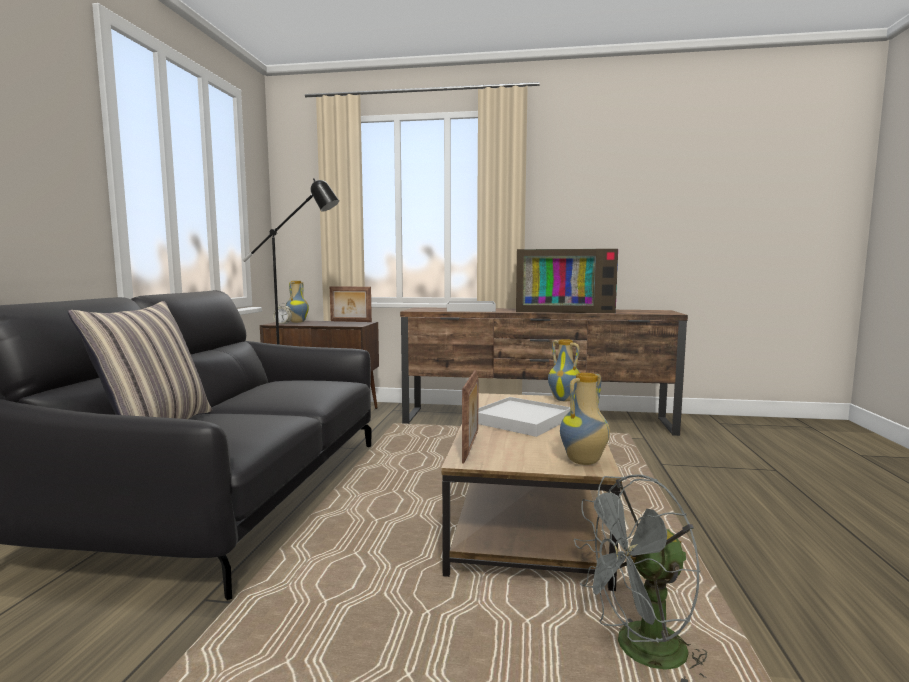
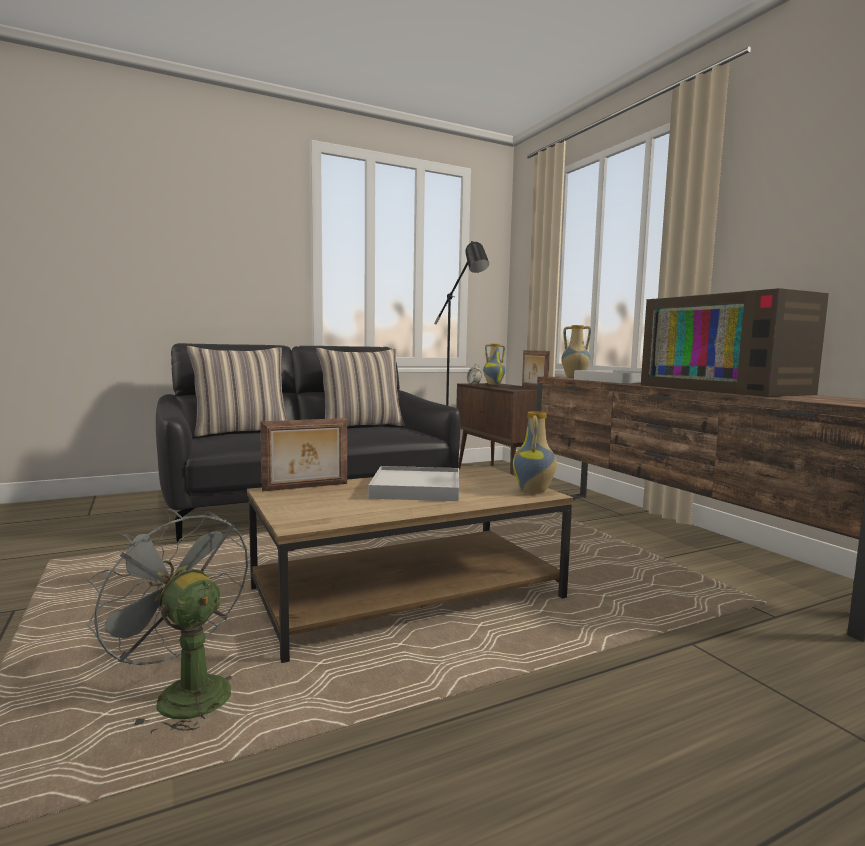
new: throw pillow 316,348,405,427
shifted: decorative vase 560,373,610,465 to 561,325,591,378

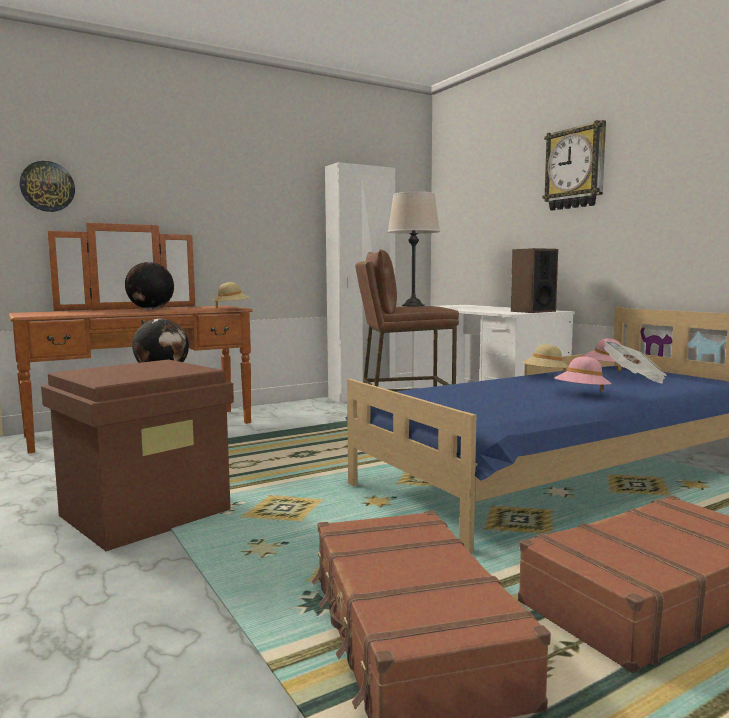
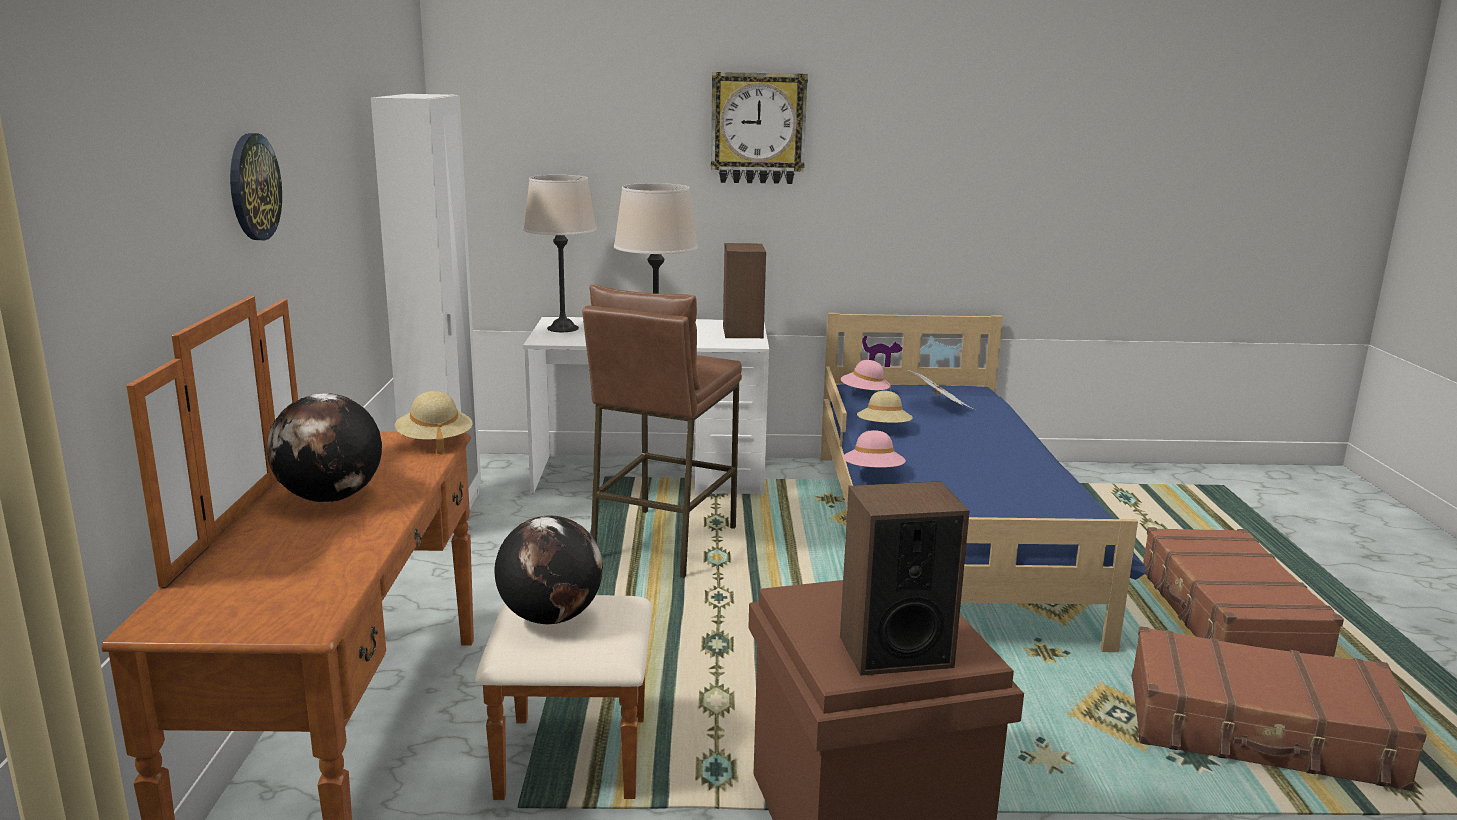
new: tabletop lamp in beige-coloured 523,175,597,332; speaker 840,481,970,676
shifted: wall clock 20,161,75,212 to 230,133,282,240; hat in pinkish 554,356,612,392 to 843,430,906,468

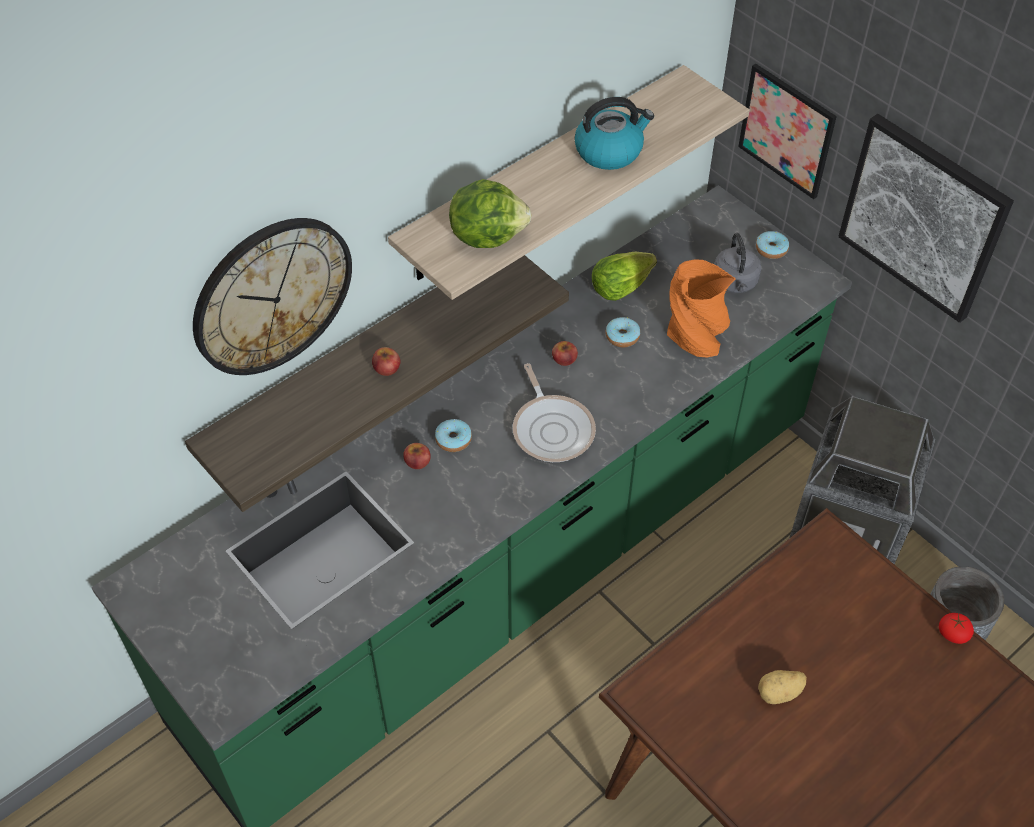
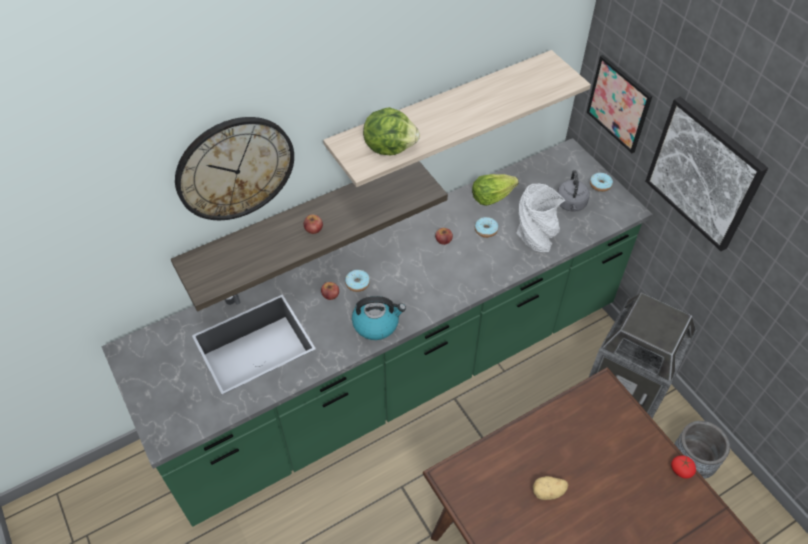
gone: pan 513,363,596,462
shifted: water kettle 574,97,654,170 to 352,296,406,340
repainted: decorative vase in orange-coloured 667,259,736,357 to decorative vase in gray 517,184,565,252

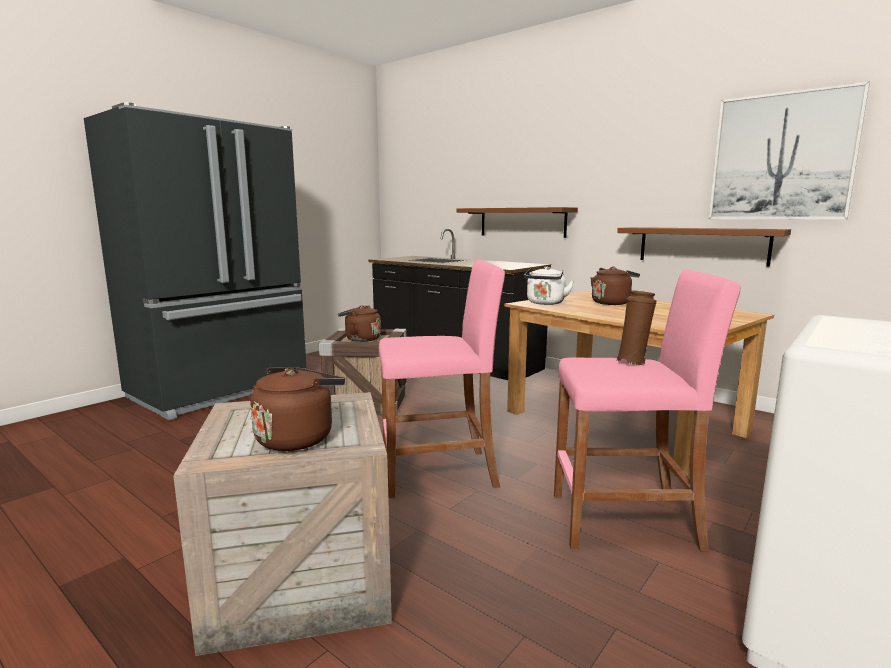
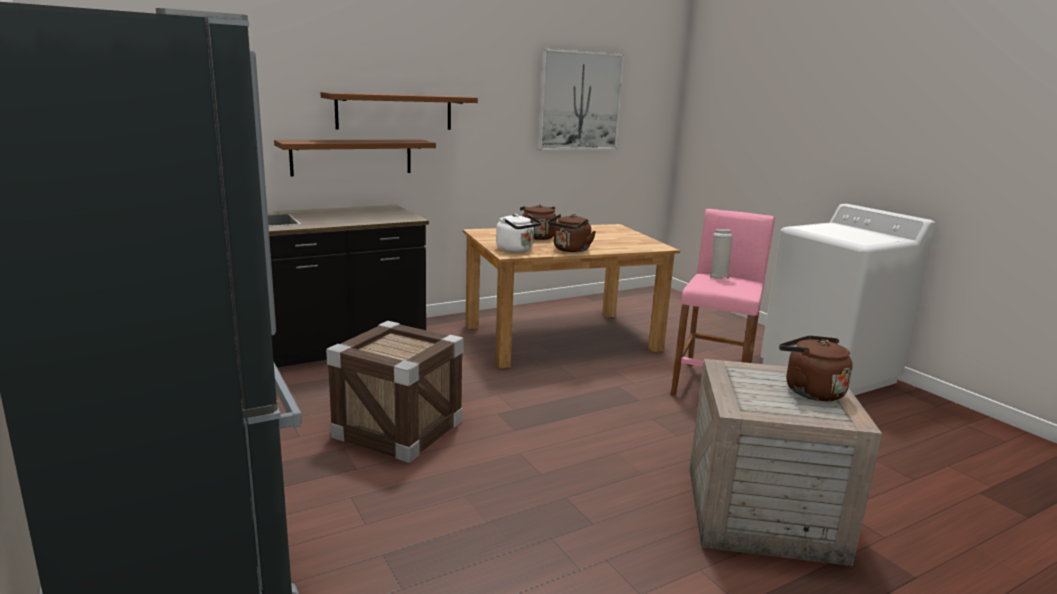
gone: stool seat in pinkish 379,260,505,498
shifted: shelf in brownish 617,227,791,266 to 320,92,478,130; water kettle in brownish 338,305,381,342 to 548,214,596,253
repainted: decorative vase in brownish 616,290,657,365 to decorative vase in whitish 710,229,733,279

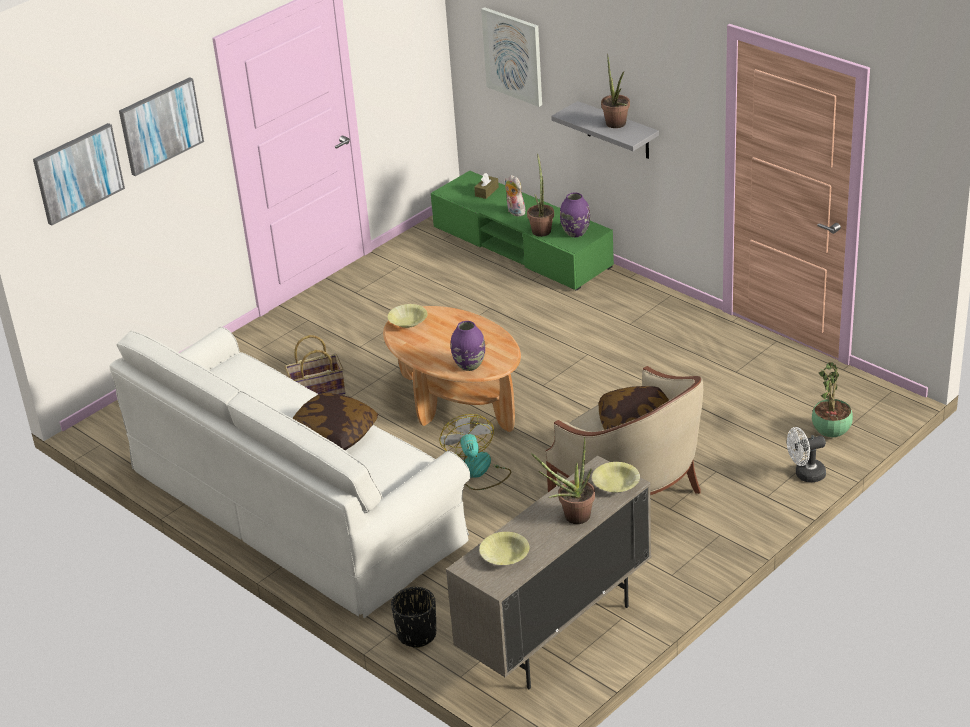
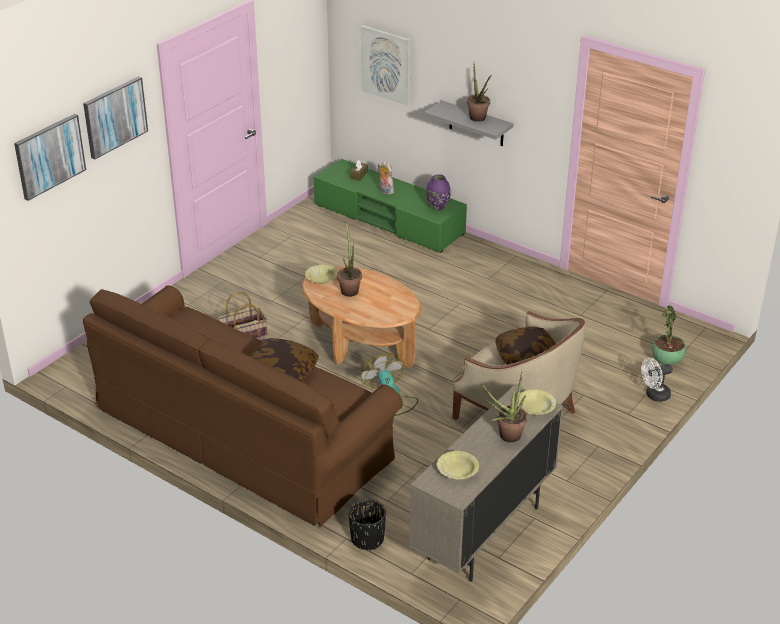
gone: decorative vase in purple 451,321,485,371
shifted: potted plant 527,153,554,237 to 337,222,362,297
repainted: couch in whitish 109,327,470,618 to couch in brownish 83,285,403,527

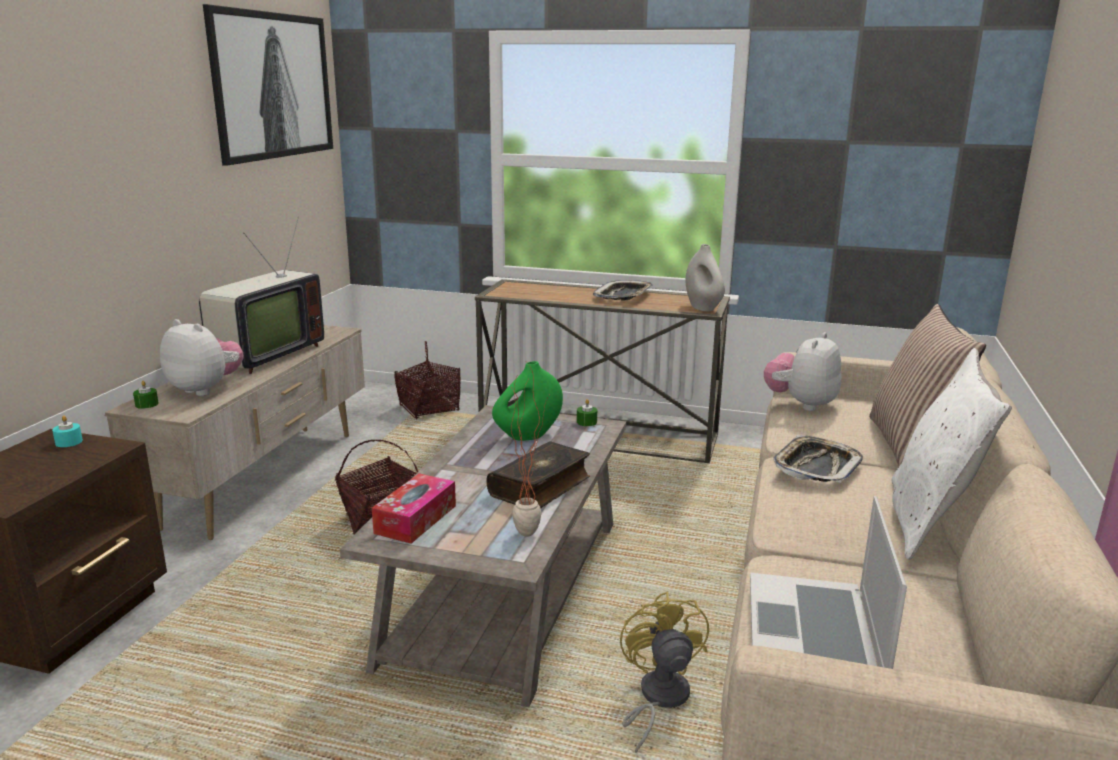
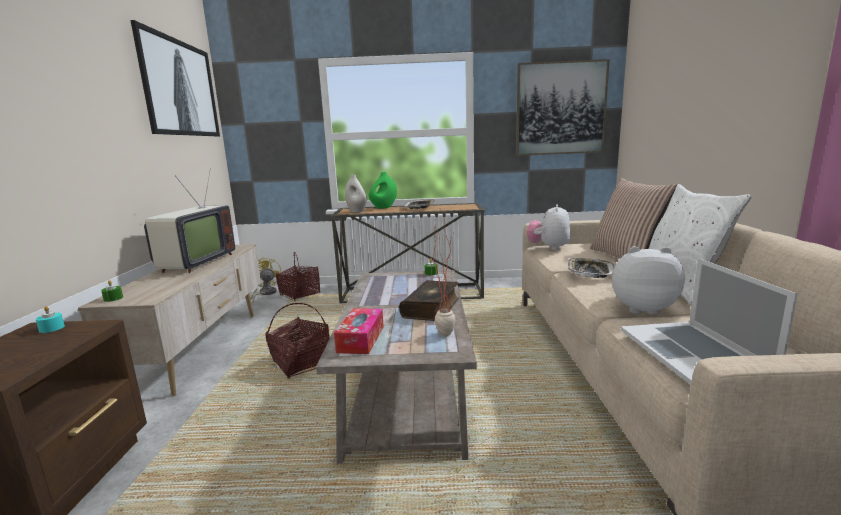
new: picture 516,59,610,156
shifted: decorative vase in whitish 686,244,725,311 to 345,175,367,213; soft toy 160,319,244,396 to 612,246,685,315; decorative vase in green 492,361,563,441 to 369,172,397,209; fan in yellow-coloured 620,592,709,753 to 250,257,281,302

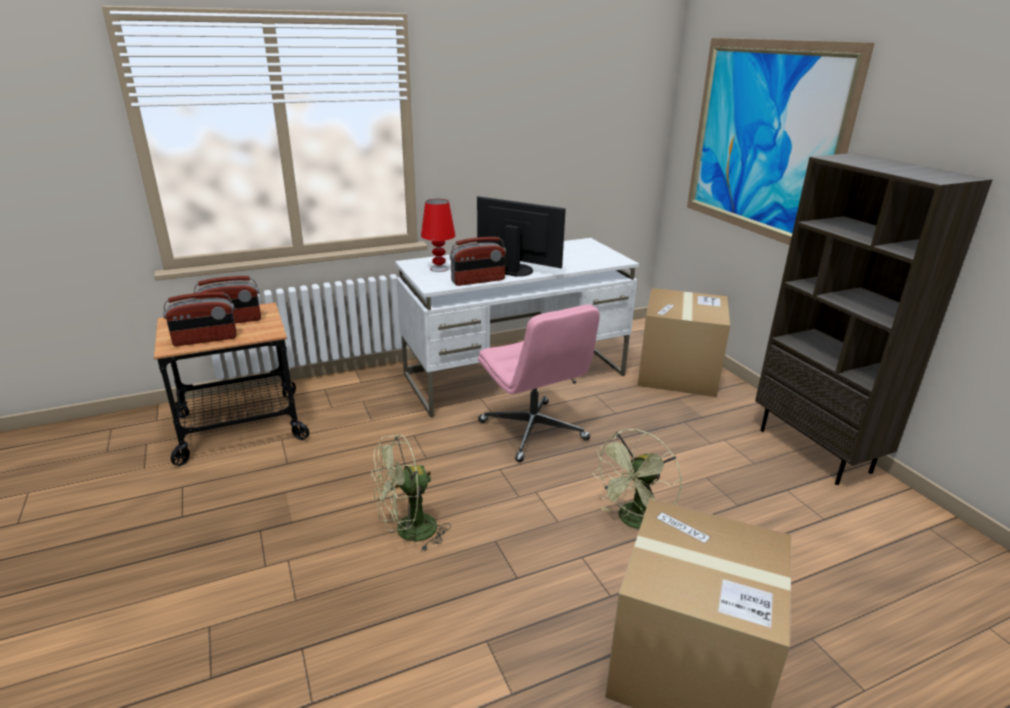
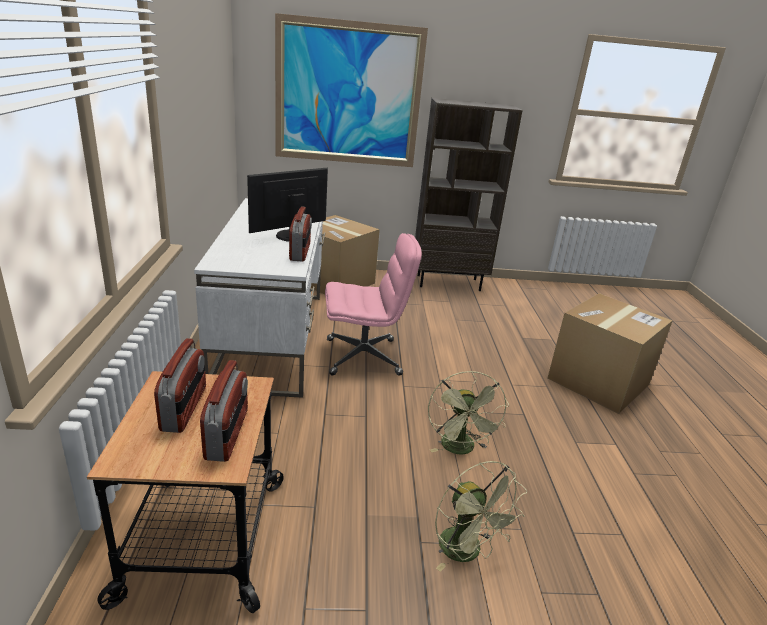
gone: tabletop lamp in red 421,199,456,272
shifted: fan in green 592,429,682,529 to 435,461,527,572

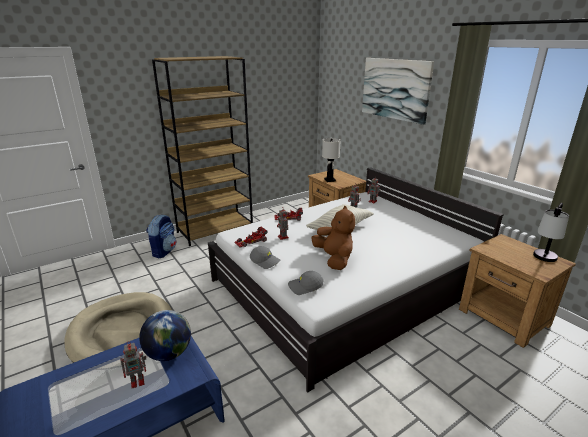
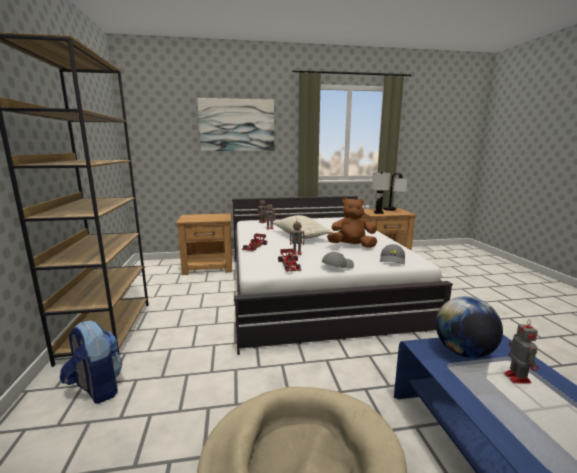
shifted: tabletop lamp in whitish 322,138,341,182 to 372,172,390,214

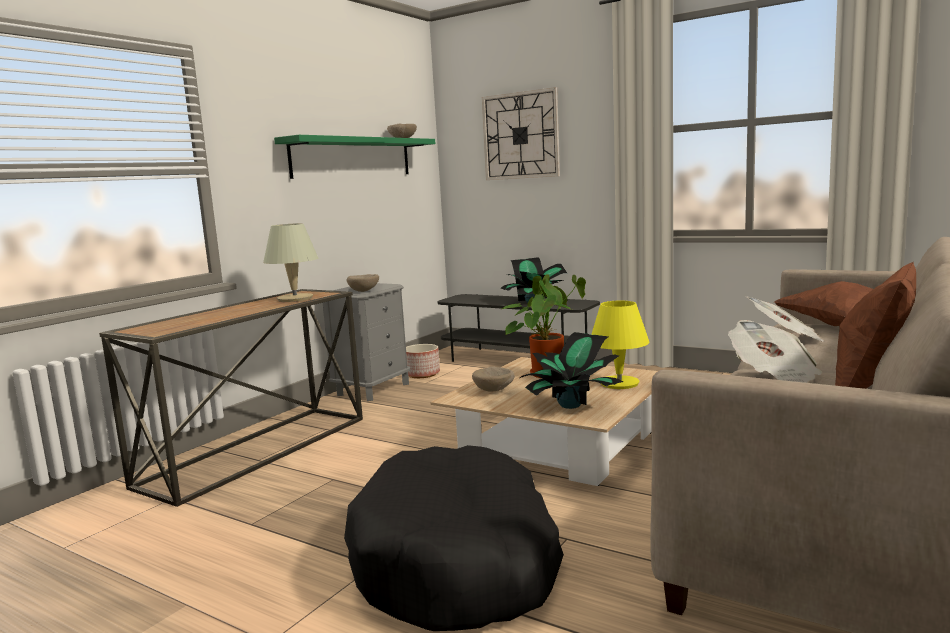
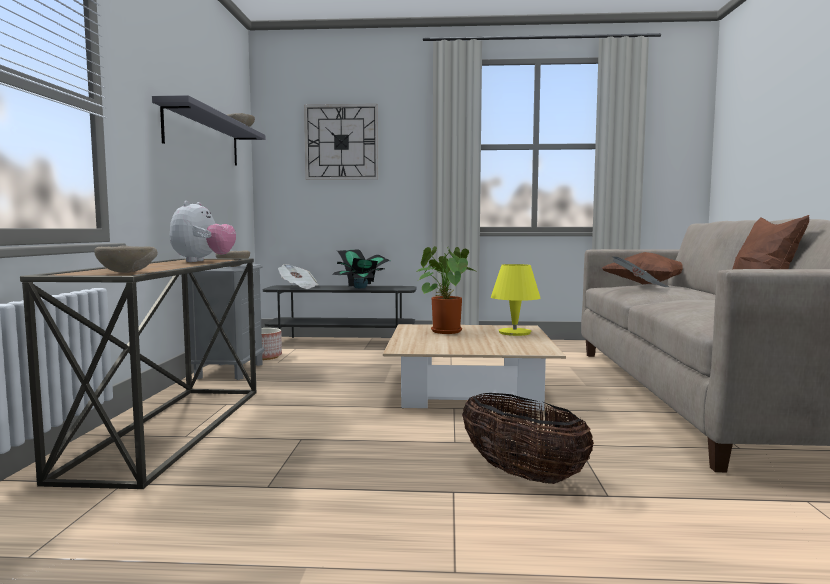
gone: potted plant 520,332,623,409
shifted: newspaper 728,320,822,383 to 278,264,319,289; bowl in beige-coloured 472,366,515,392 to 94,245,158,273
swapped: tabletop lamp in beige-coloured 263,223,318,302 to soft toy 170,201,236,262; dog bed in blackish 344,445,564,631 to storage basket 462,393,594,484
repainted: shelf in green 274,135,436,179 to shelf in gray 152,95,265,165

